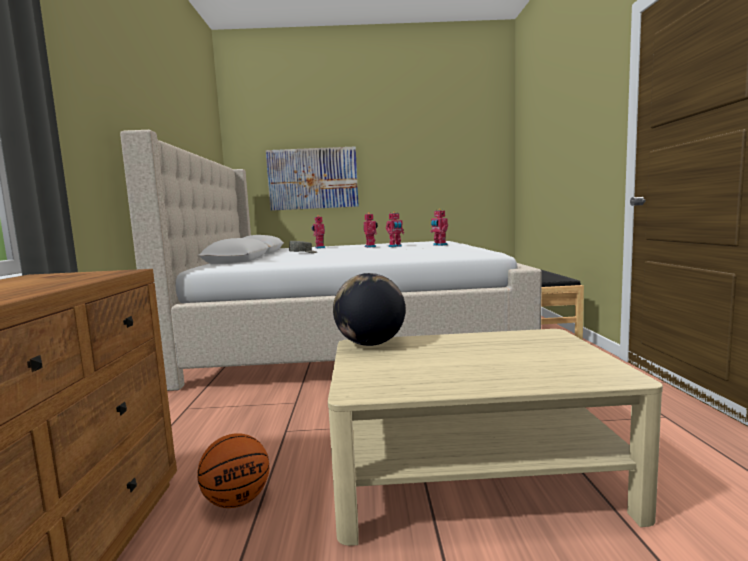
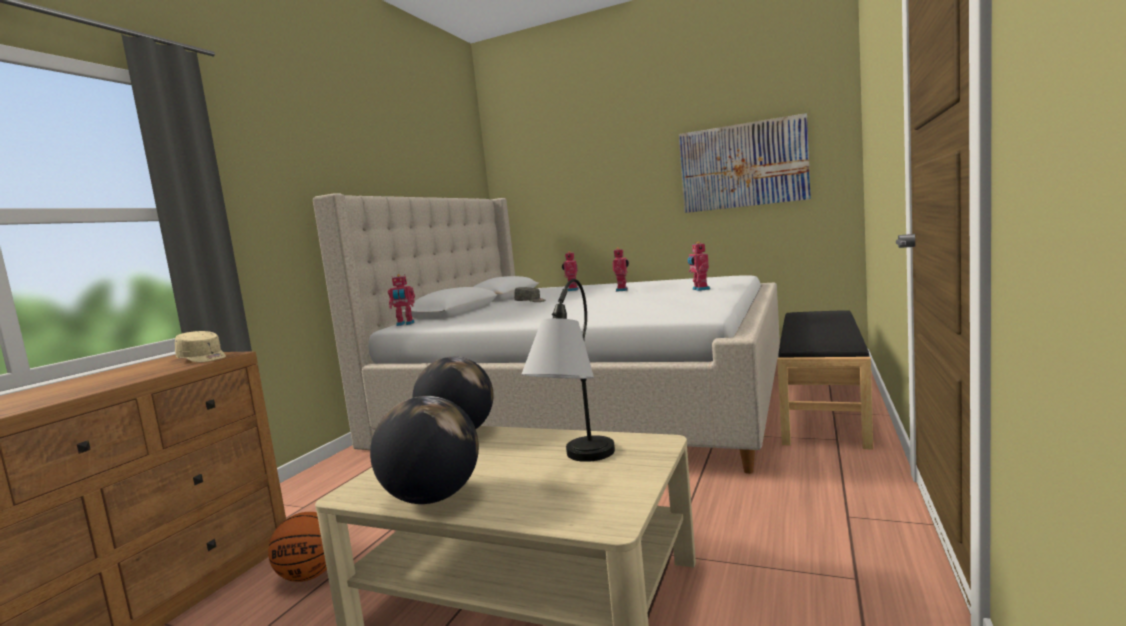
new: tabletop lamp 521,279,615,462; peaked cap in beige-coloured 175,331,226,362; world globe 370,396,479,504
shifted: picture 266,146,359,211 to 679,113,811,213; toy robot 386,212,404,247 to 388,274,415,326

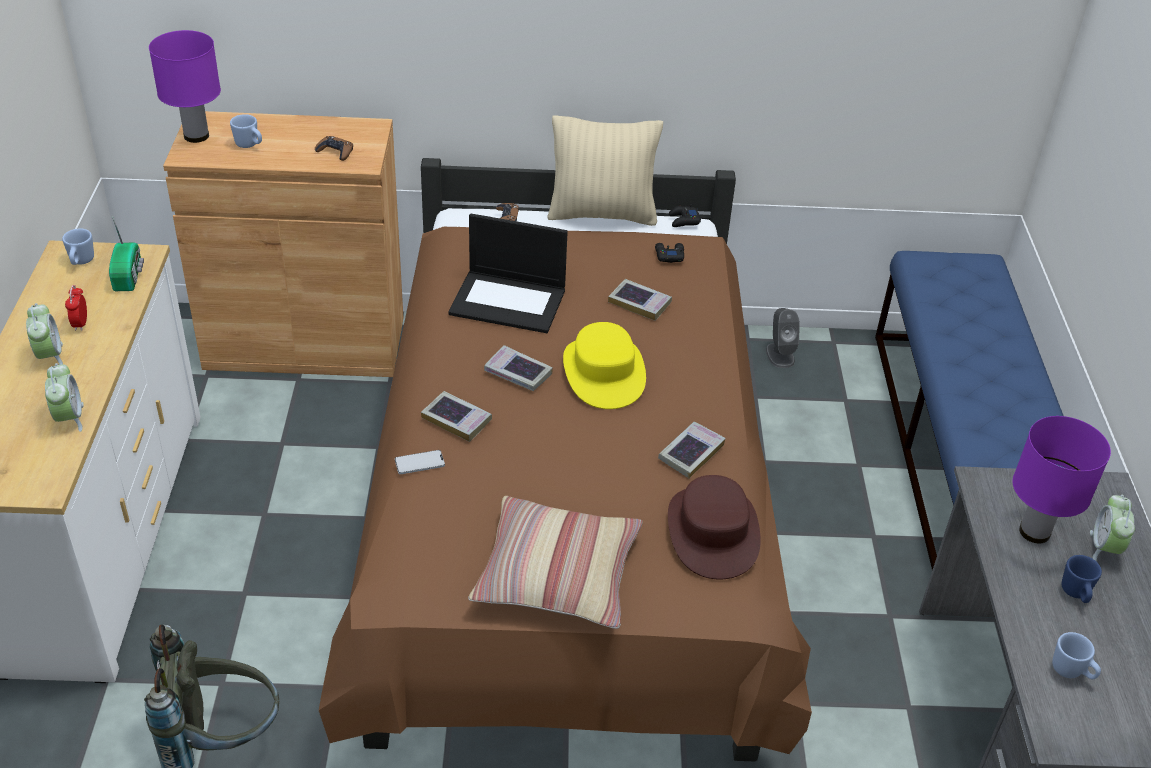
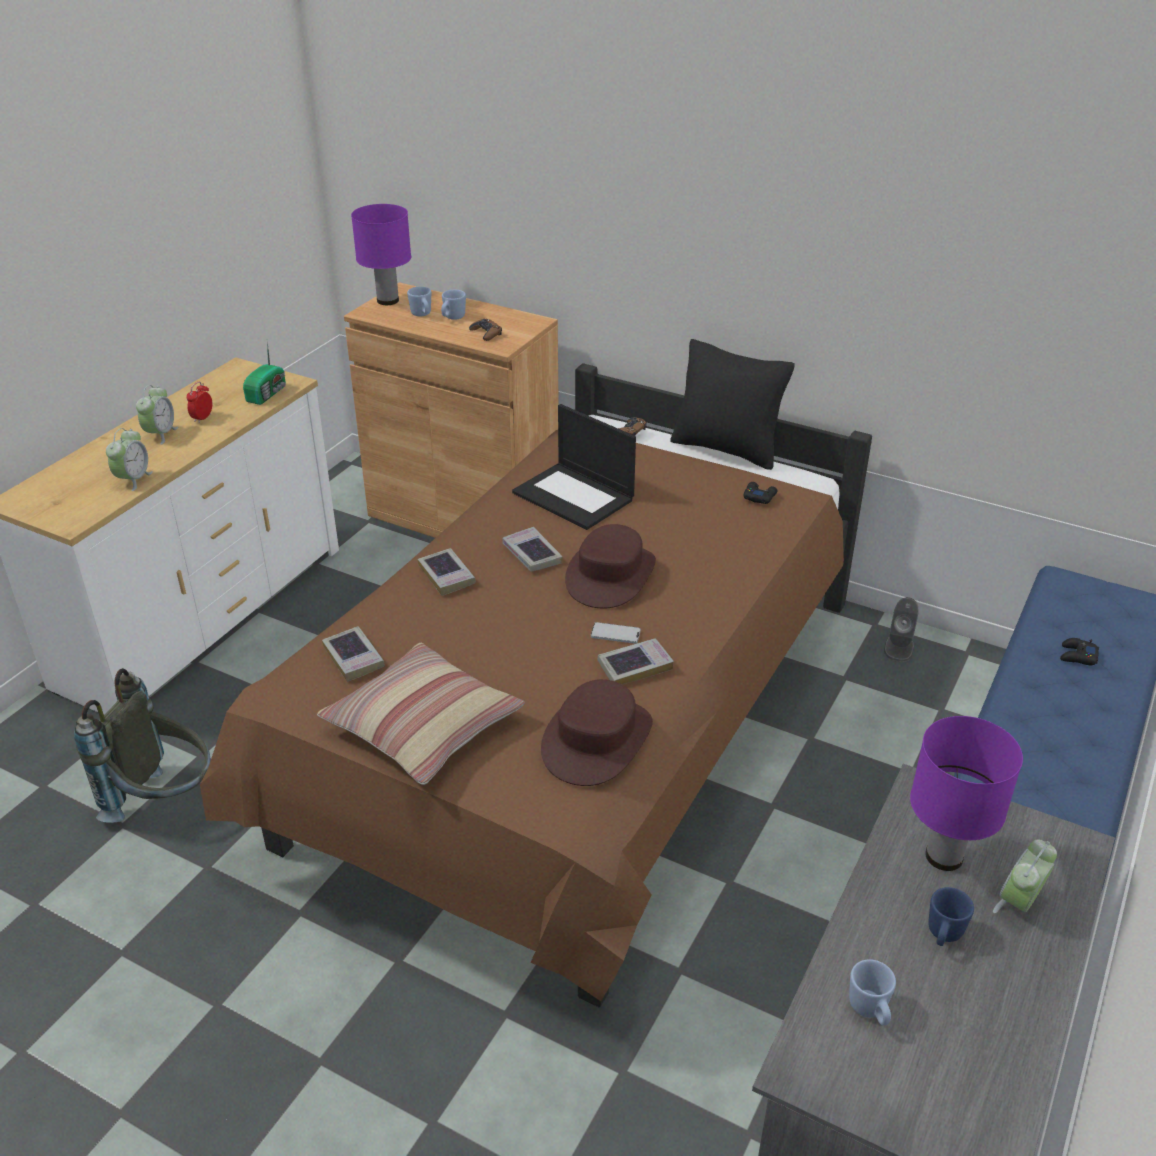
shifted: gamepad in blackish 669,204,701,227 to 1060,638,1099,665; mug in bluish 62,228,94,265 to 441,290,466,320; bound book 608,279,672,321 to 322,626,385,682; handset 395,450,445,474 to 591,622,641,644
repainted: throw pillow in beige-coloured 547,115,663,226 to throw pillow in blackish 670,339,795,470; hat in yellow-coloured 563,322,646,409 to hat in brownish 565,524,656,609

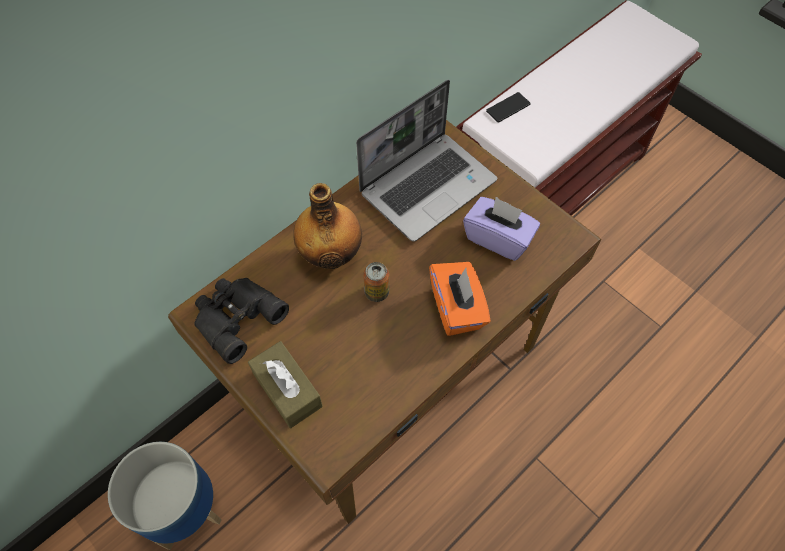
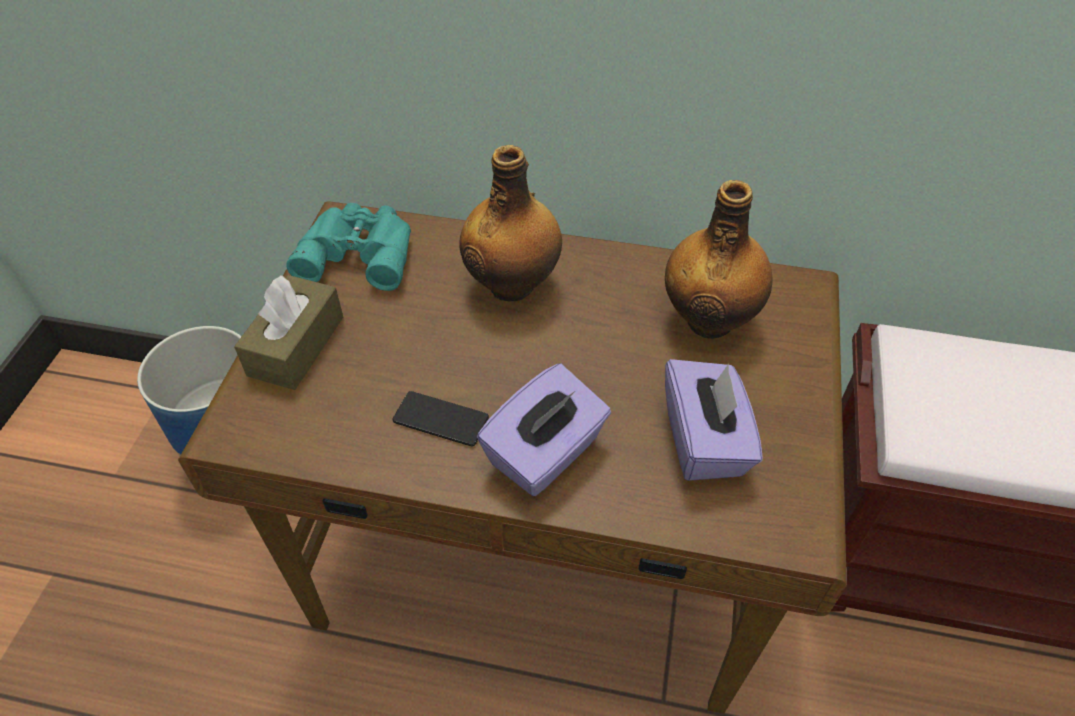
gone: metal can 363,262,389,302
shifted: handset 486,92,531,122 to 393,391,489,447
swapped: portable computer 356,79,497,242 to beverage bottle 665,180,772,339
repainted: tissue box in orange-coloured 429,262,490,336 to tissue box in purple 477,364,611,496; field glasses in blackish 195,278,289,364 to field glasses in turquoise-coloured 286,203,411,291

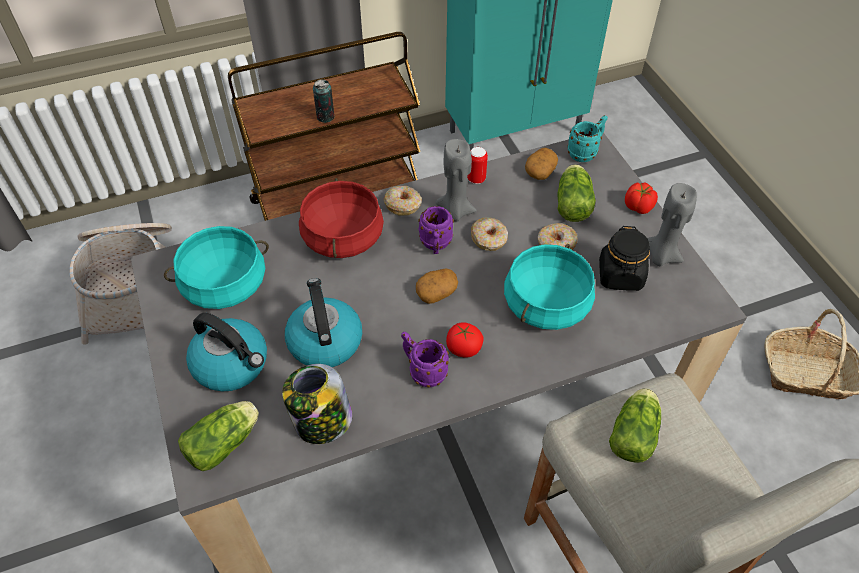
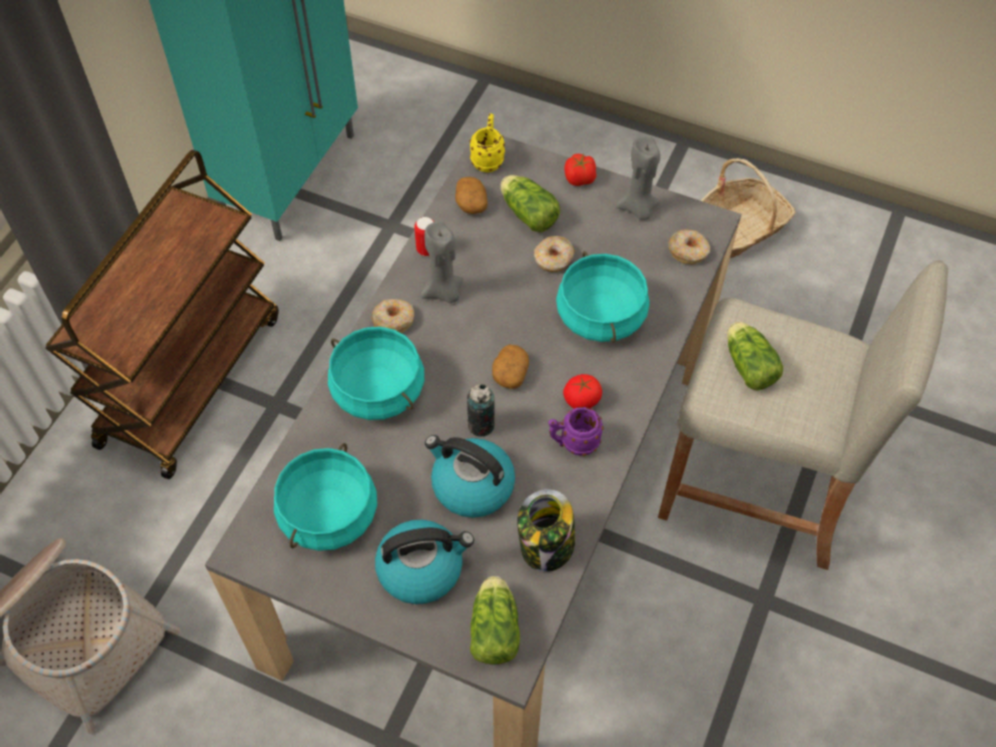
gone: mug in purple 418,206,454,254; storage jar in blackish 599,226,650,291
shifted: metal can 313,79,335,123 to 467,384,495,437; doughnut 471,217,508,251 to 668,229,710,264
repainted: mug in turquoise-coloured 567,115,608,162 to mug in yellow-coloured 470,113,505,172; saucepot in red 299,178,384,258 to saucepot in turquoise-coloured 328,327,424,420

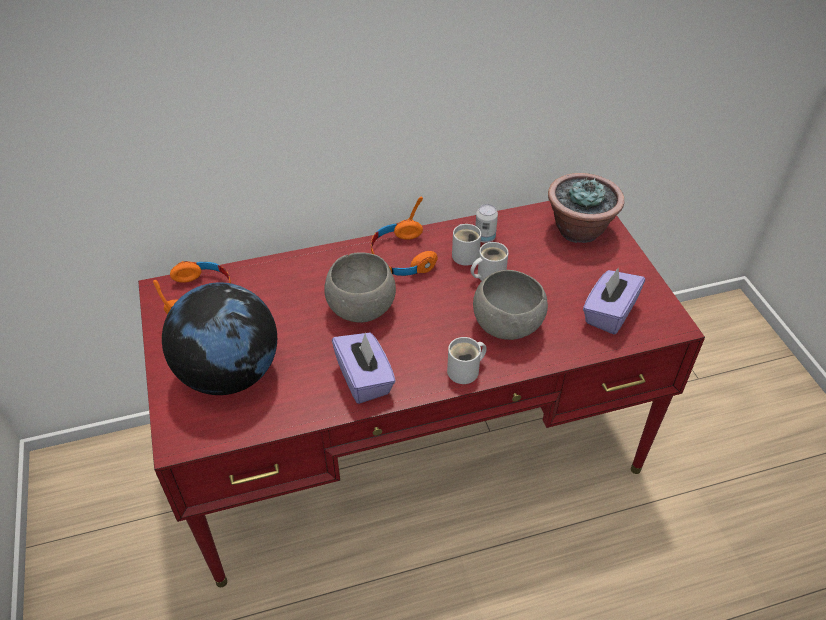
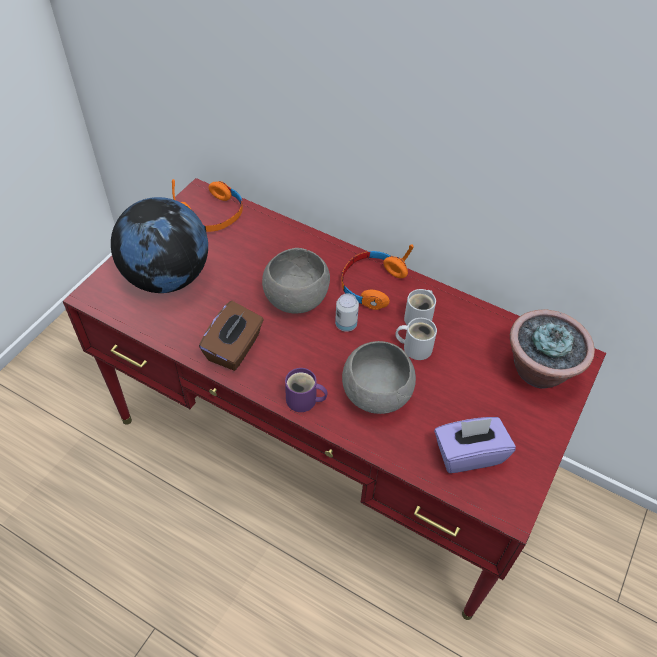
shifted: metal can 475,204,498,243 to 335,294,359,332
repainted: tissue box in purple 332,332,396,404 to tissue box in brownish 199,301,264,371; mug in whitish 447,337,487,384 to mug in purple 285,368,327,412

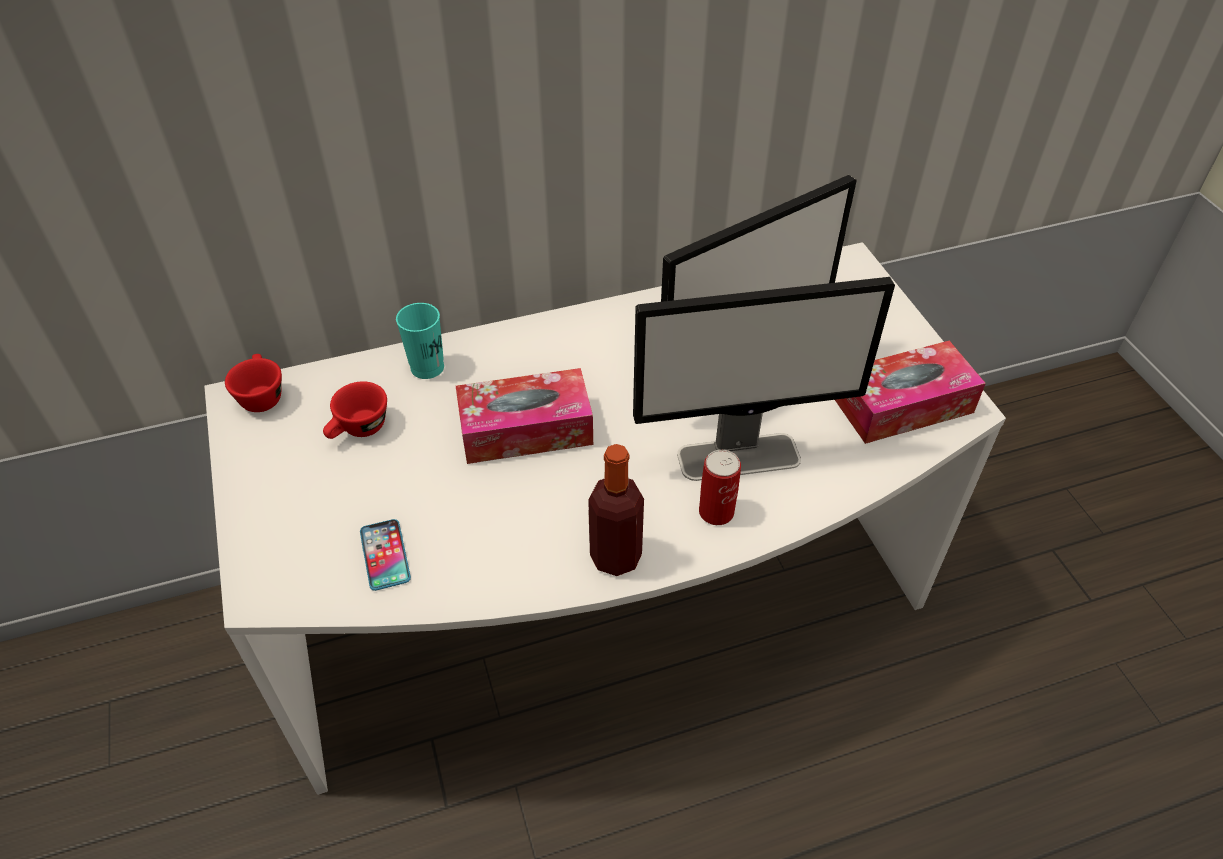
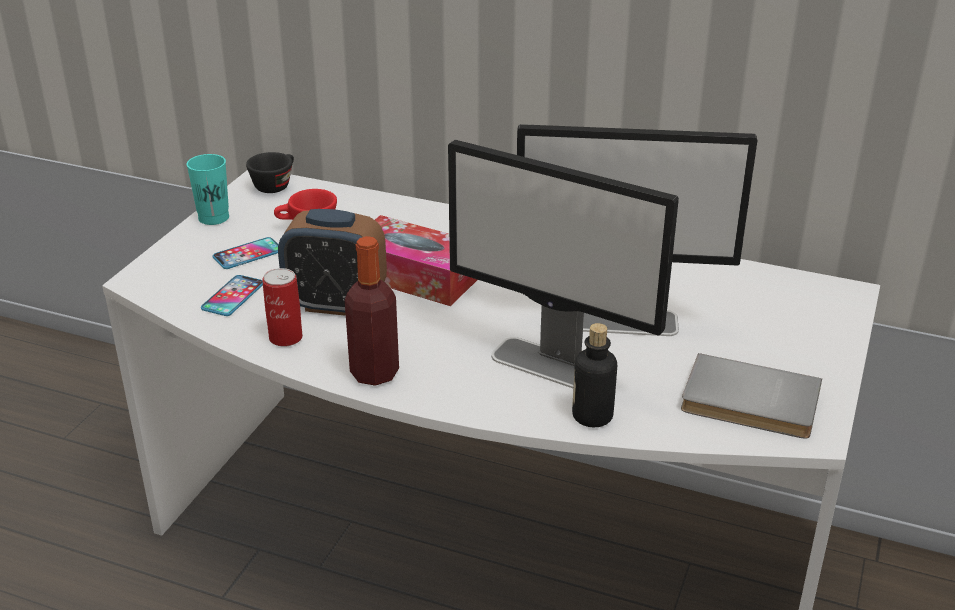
new: table clock 278,209,387,316; handset 213,237,279,269; beverage bottle 572,323,617,427
shifted: drinking cup in turquoise-coloured 396,303,444,379 to 187,154,229,225; metal can 699,450,741,525 to 262,268,303,347
swapped: tissue box 835,341,986,444 to bound book in gray 681,353,822,439
repainted: drinking cup in red 225,354,282,412 to drinking cup in blackish 246,152,294,193

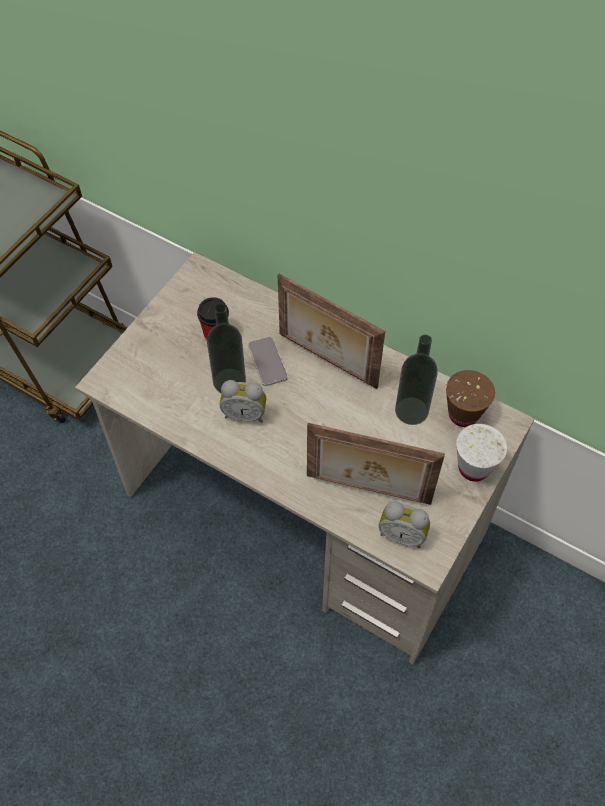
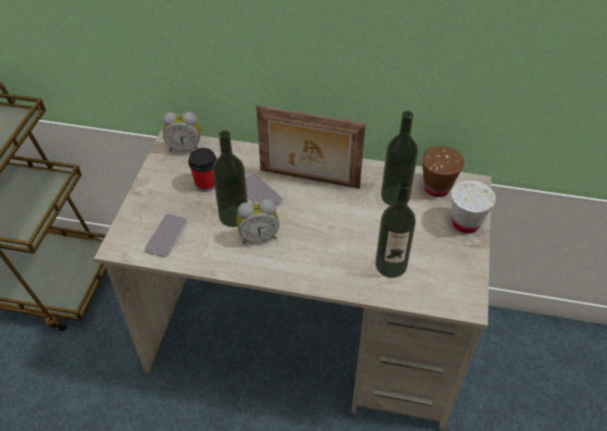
new: handset 144,213,188,257
shifted: table clock 379,501,430,548 to 163,112,201,152
swapped: photo frame 307,423,445,505 to beverage bottle 375,180,416,278

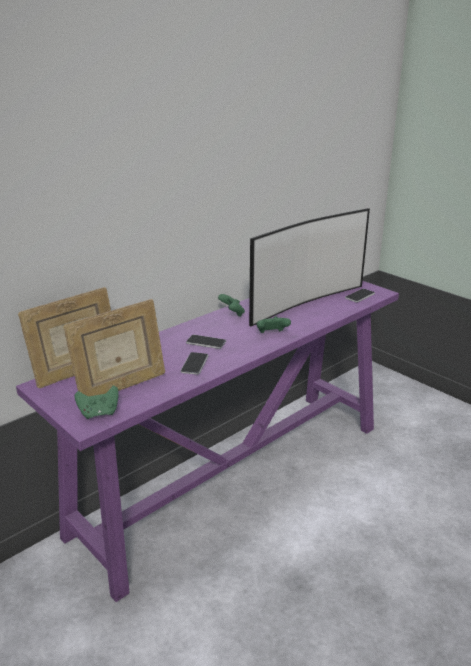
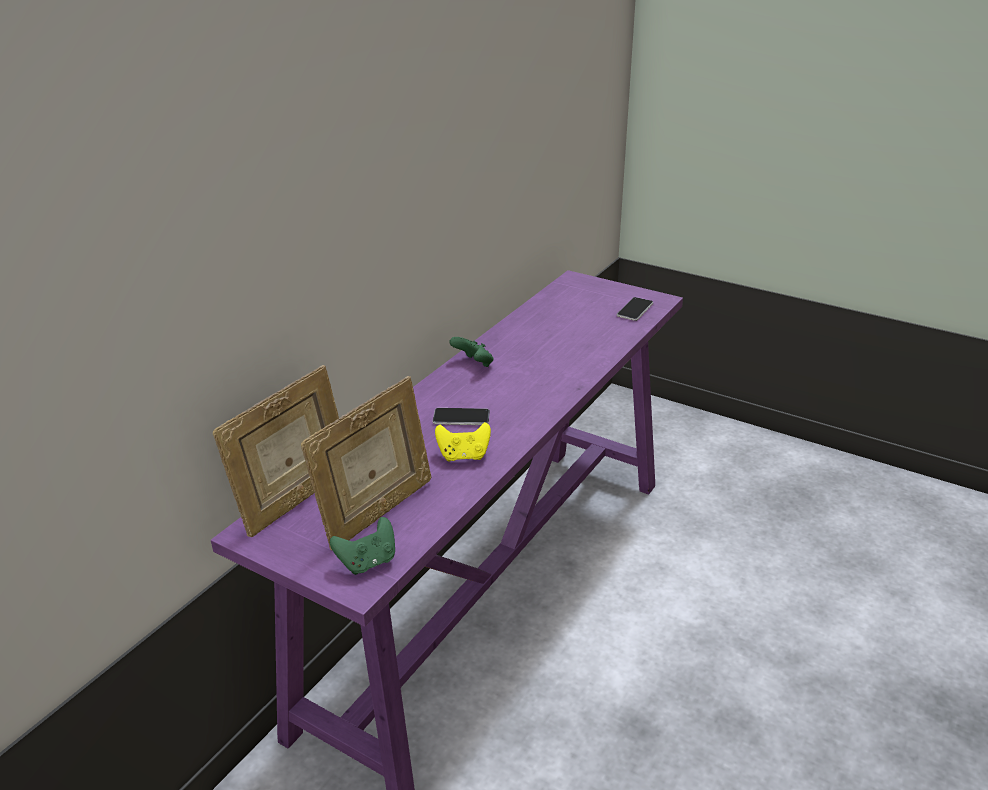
gone: TV 249,208,370,327; gamepad in green 257,316,291,333
swapped: handset 180,352,209,375 to gamepad in yellow-coloured 435,422,491,462

